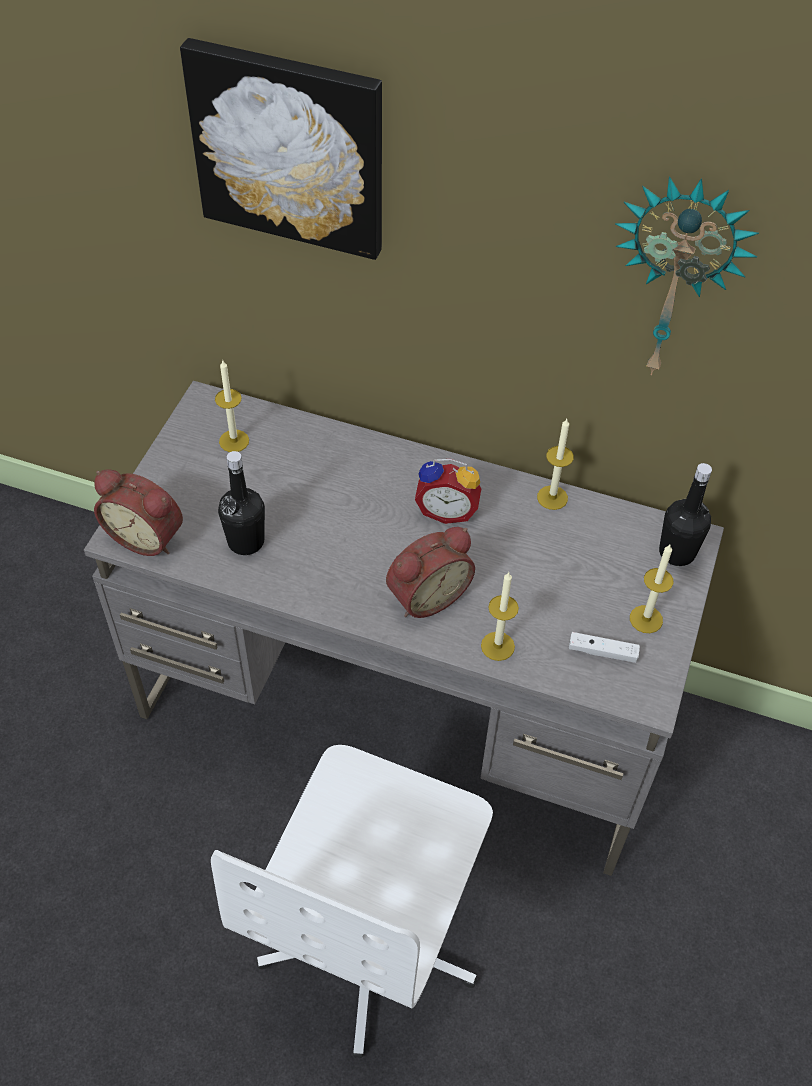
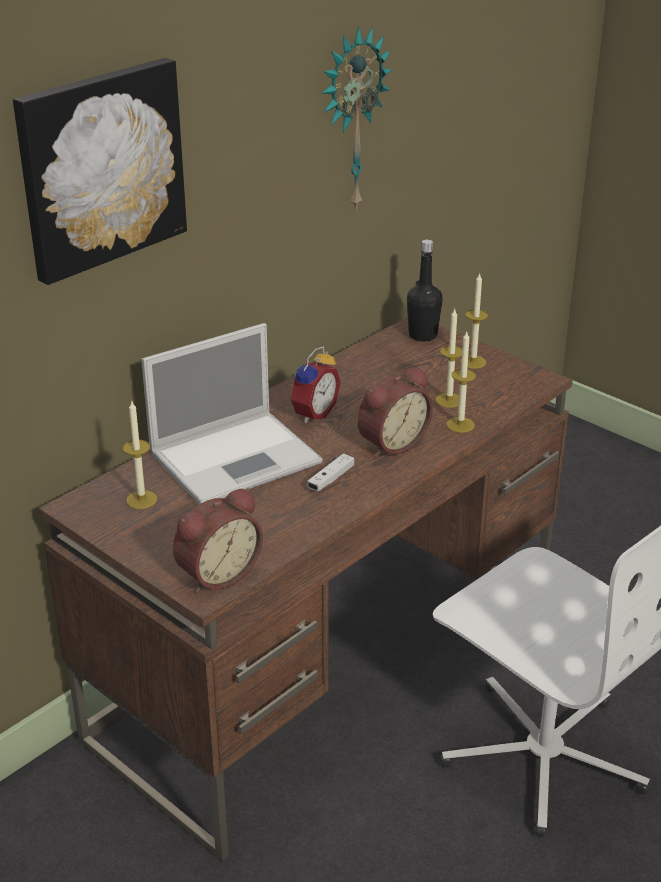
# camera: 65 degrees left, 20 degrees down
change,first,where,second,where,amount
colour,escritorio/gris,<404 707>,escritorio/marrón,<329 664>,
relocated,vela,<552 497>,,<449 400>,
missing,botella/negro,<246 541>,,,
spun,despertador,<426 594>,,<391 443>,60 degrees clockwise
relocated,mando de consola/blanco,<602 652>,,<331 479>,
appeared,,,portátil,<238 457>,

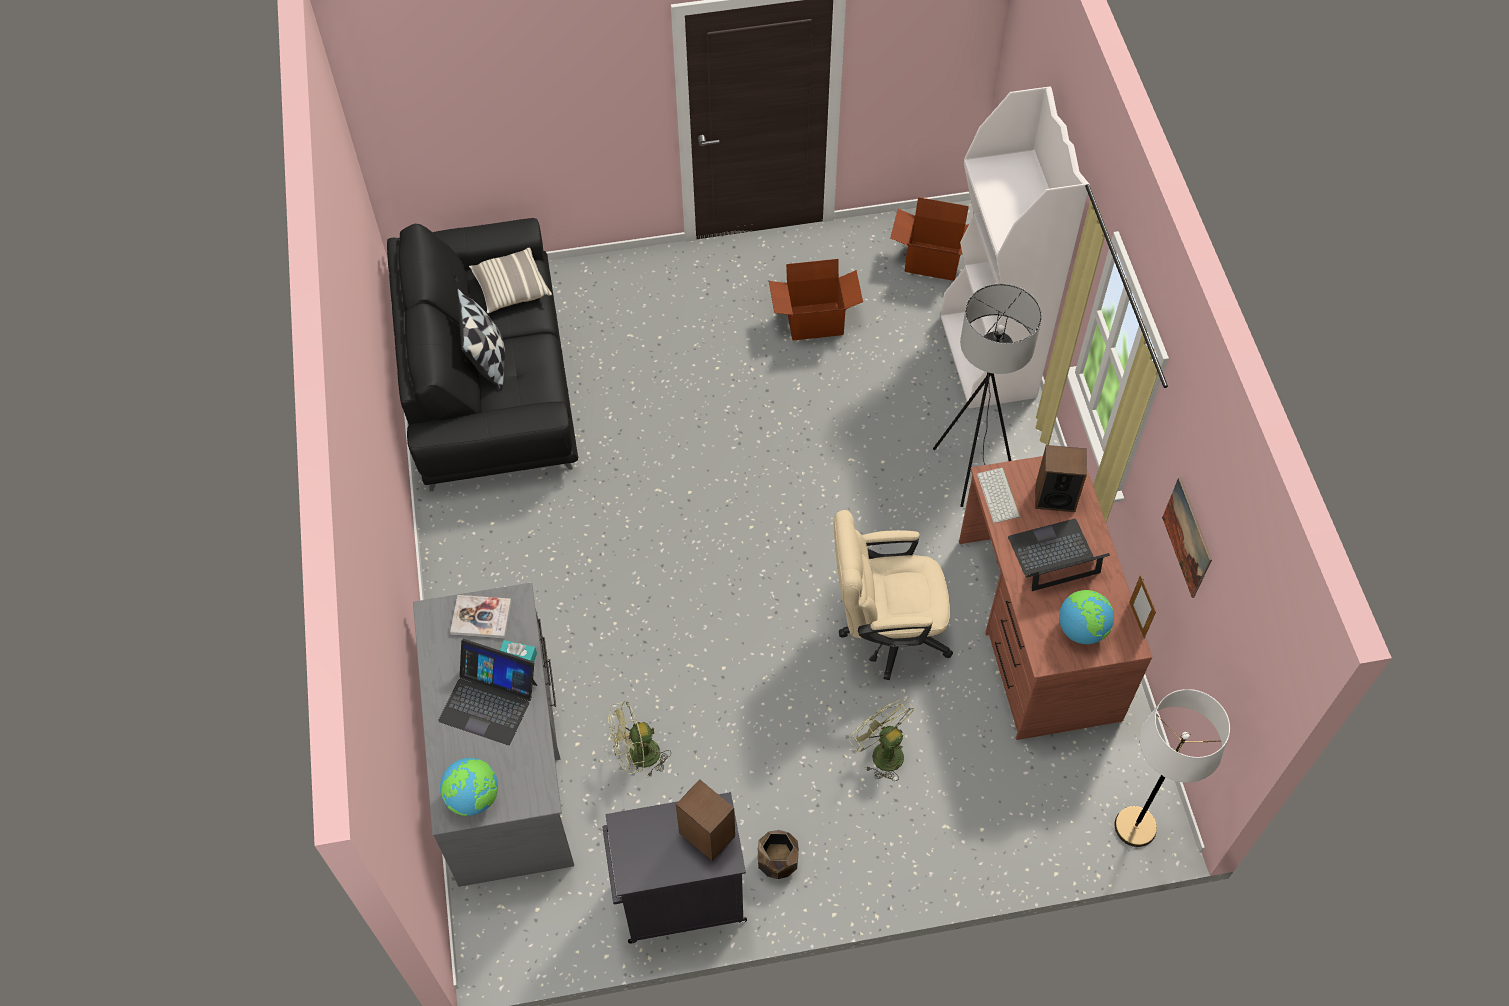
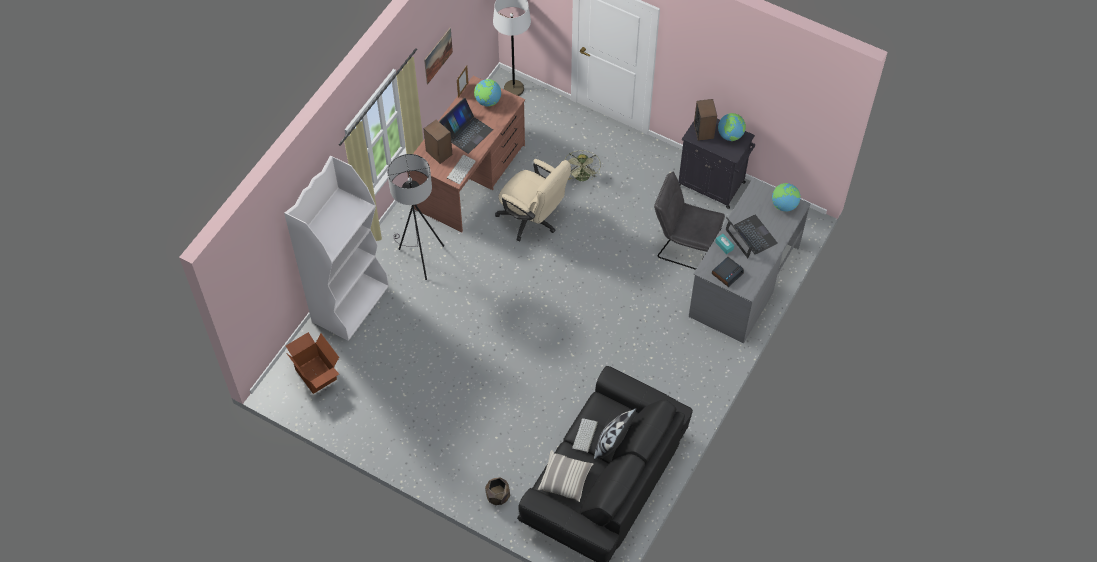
# camera: 140 degrees left, 0 degrees up
change,first,where,second,where,amount
missing,caja de cartón,<814 322>,,,
spun,portátil,<1054 556>,,<466 132>,75 degrees counterclockwise
exchanged,libro,<481 617>,despertador,<727 273>,
exchanged,ventilador/verde,<637 757>,silla/gris,<684 245>,
relocated,maceta/marrón,<778 861>,,<497 496>,
appeared,,,globo terráqueo,<730 135>,
appeared,,,teclado,<585 436>,

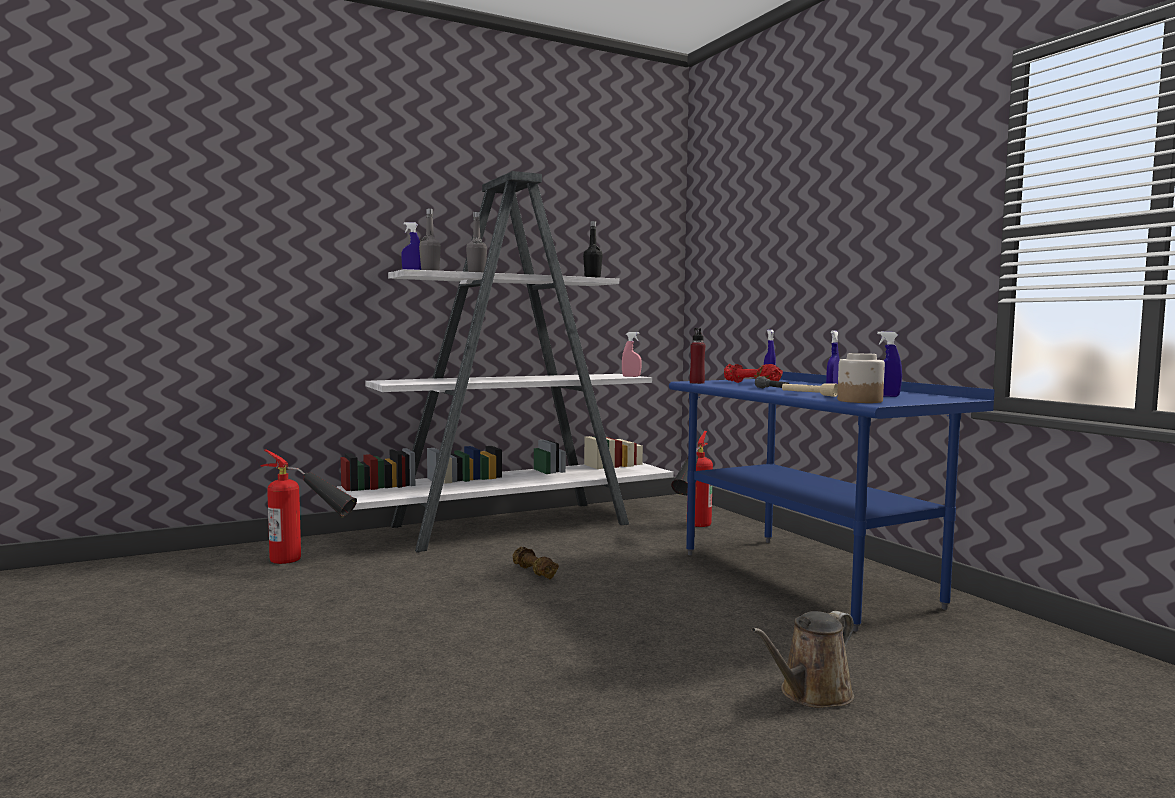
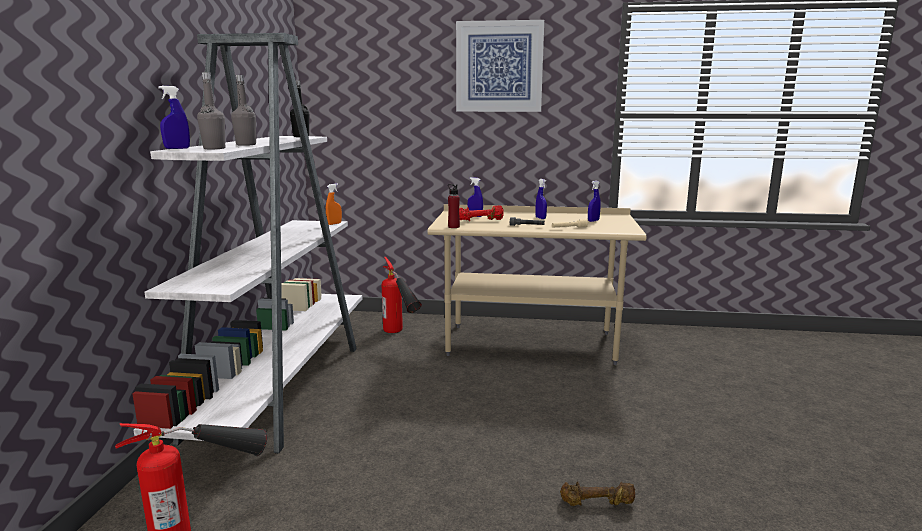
# camera: 55 degrees left, 10 degrees up
change,first,where,second,where,amount
colour,pulverizador/rosa,<631 376>,pulverizador/naranja,<334 223>,
missing,tarro,<859 401>,,,
colour,escritorio/azul,<805 578>,escritorio/beis,<530 344>,
relocated,mancuerna/marrón,<534 572>,,<597 504>,
missing,regadera/marrón,<811 694>,,,
appeared,,,cuadro,<499 67>,

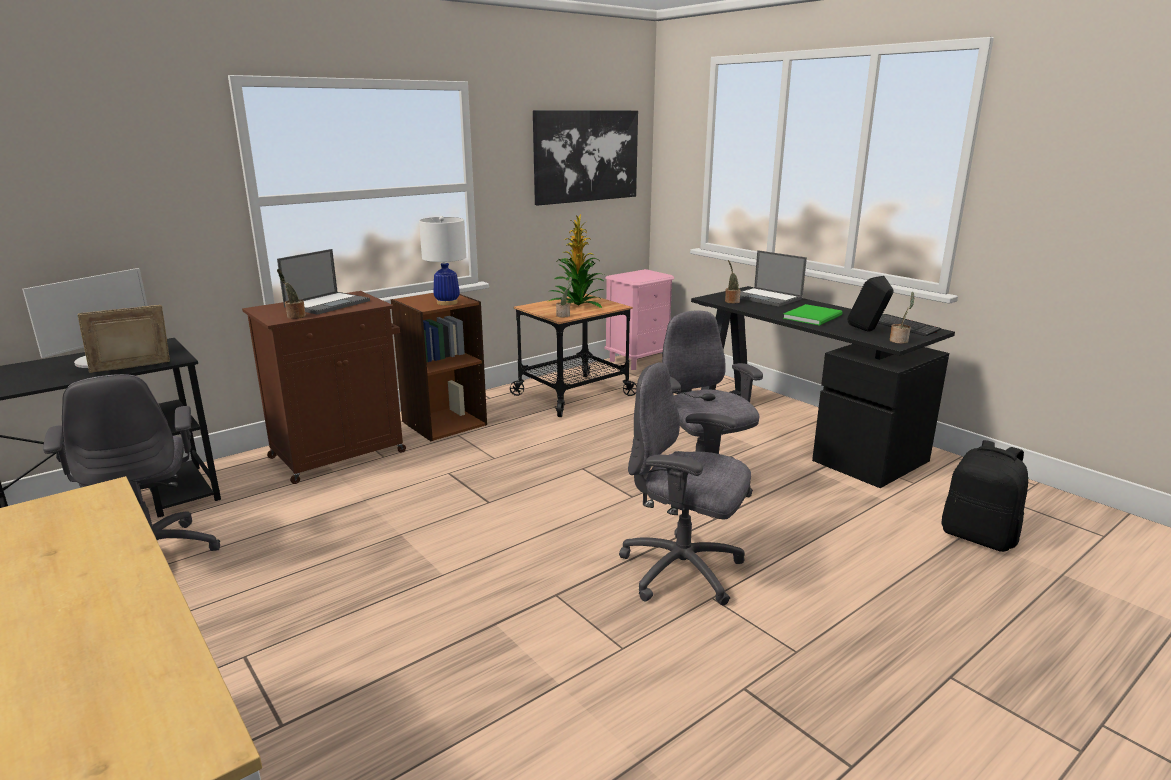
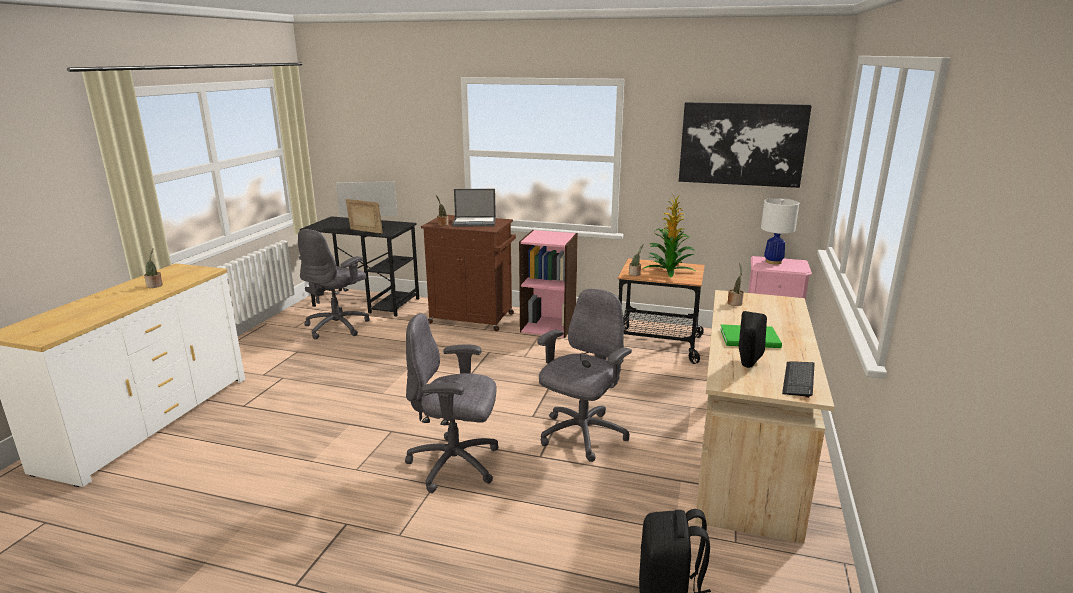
# camera: 55 degrees right, 0 degrees up
change,first,where,second,where,amount
relocated,lámpara de mesa/blanco,<447 302>,,<773 262>,
missing,portátil,<767 298>,,,
colour,escritorio/negro,<799 433>,escritorio/beis,<748 454>,
relocated,planta en maceta,<899 341>,,<155 286>,
colour,estantería/marrón,<444 423>,estantería/rosa,<548 326>,
spun,silla de oficina/gris,<683 571>,,<455 464>,75 degrees counterclockwise

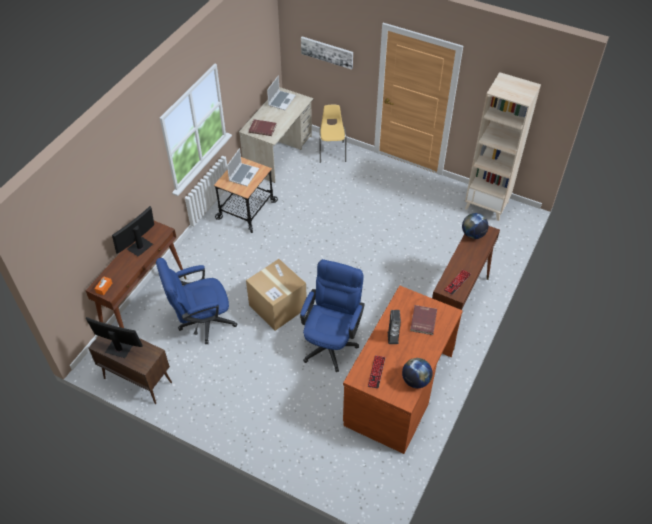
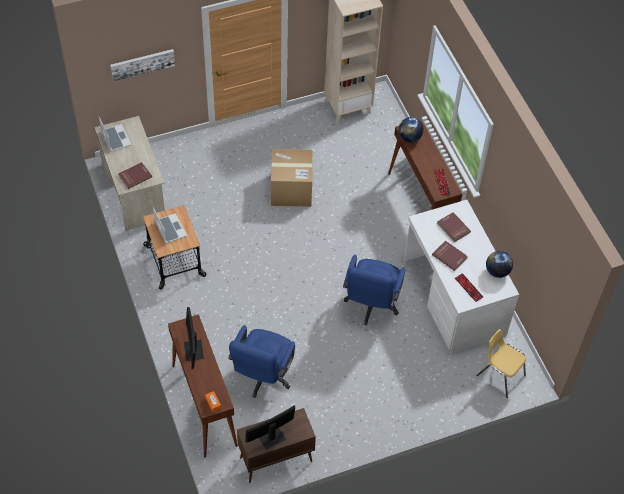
# camera: 50 degrees left, 5 degrees up
change,first,where,second,where,amount
relocated,silla/amarillo,<332 152>,,<500 375>,
relocated,caja de cartón,<278 307>,,<291 190>,
spun,silla de oficina/azul,<331 341>,,<371 305>,135 degrees counterclockwise
colour,escritorio/marrón,<398 389>,escritorio/blanco,<453 297>,
exchanged,altavoz,<393 337>,libro/rojo,<450 256>,

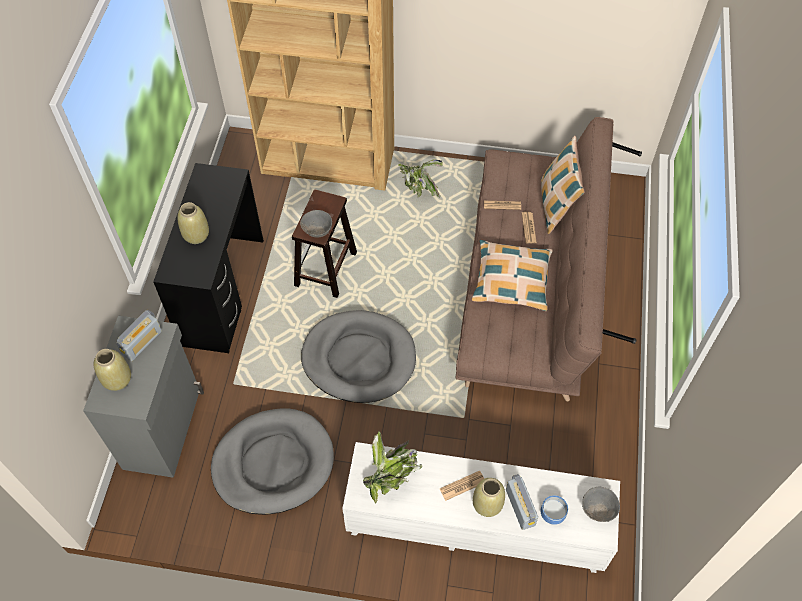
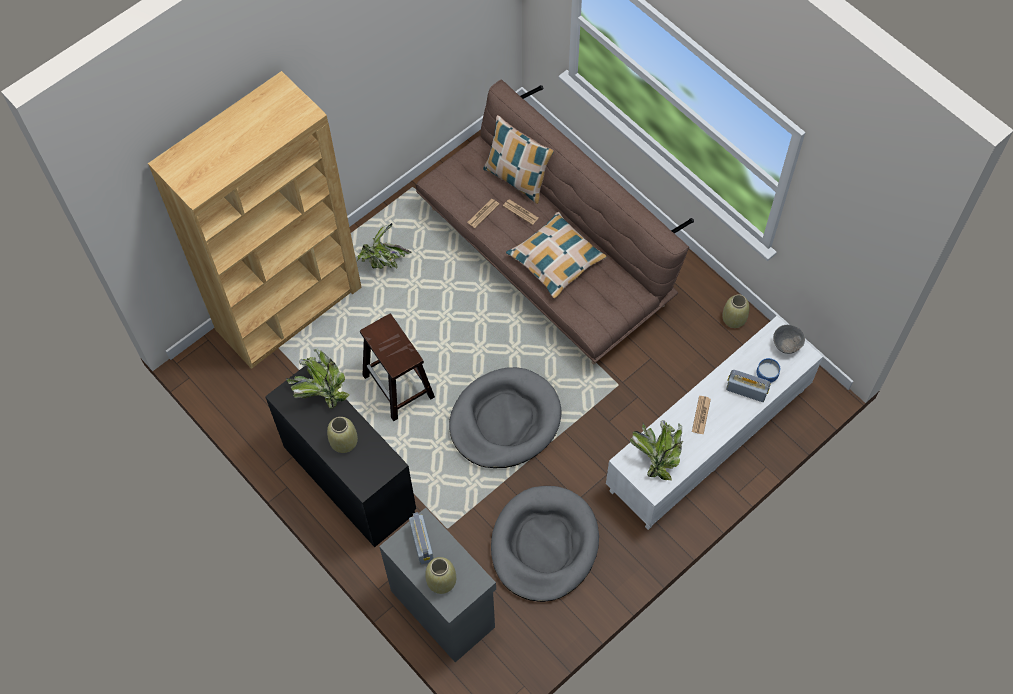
# camera: 50 degrees left, 5 degrees up
change,first,where,second,where,amount
missing,cuenco/gris,<317 231>,,,
relocated,florero/beis,<486 504>,,<733 319>,
appeared,,,planta en maceta,<320 391>,

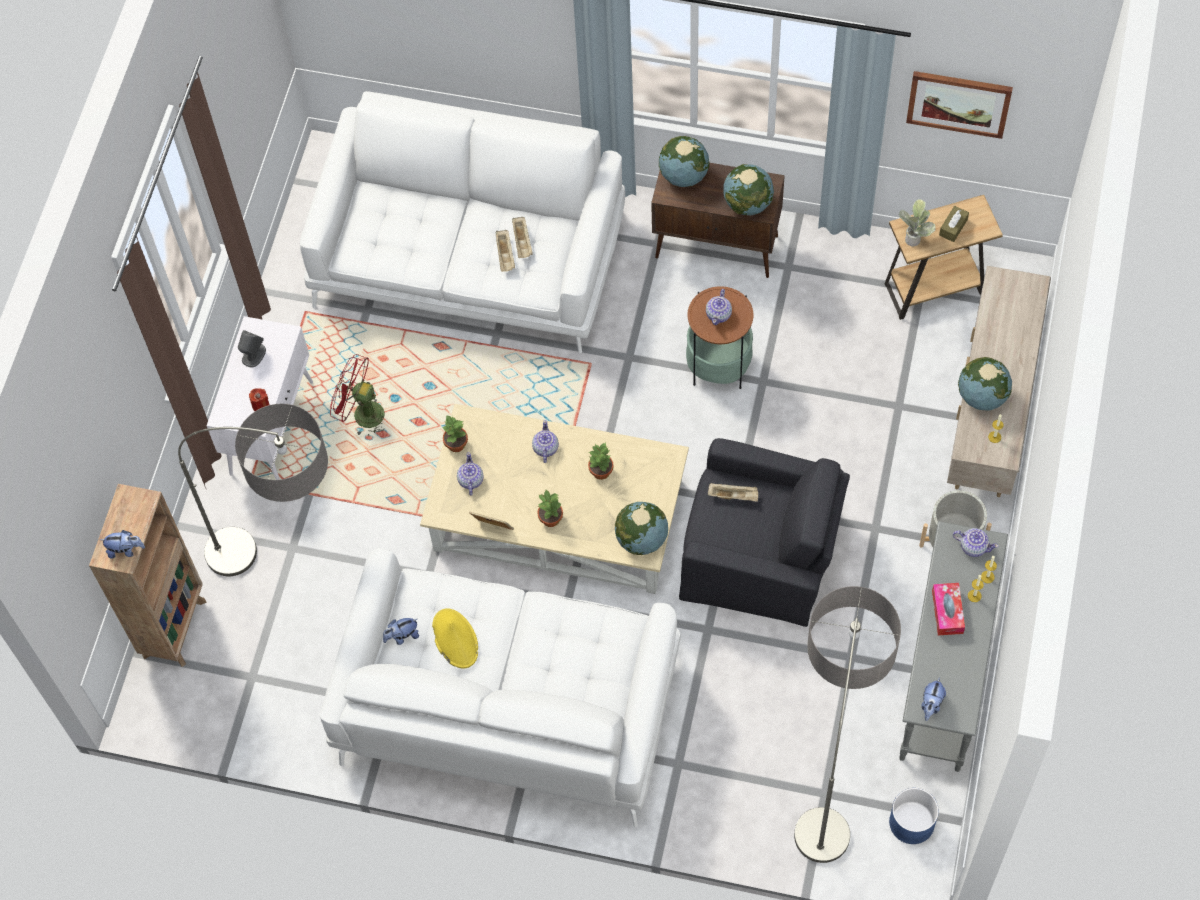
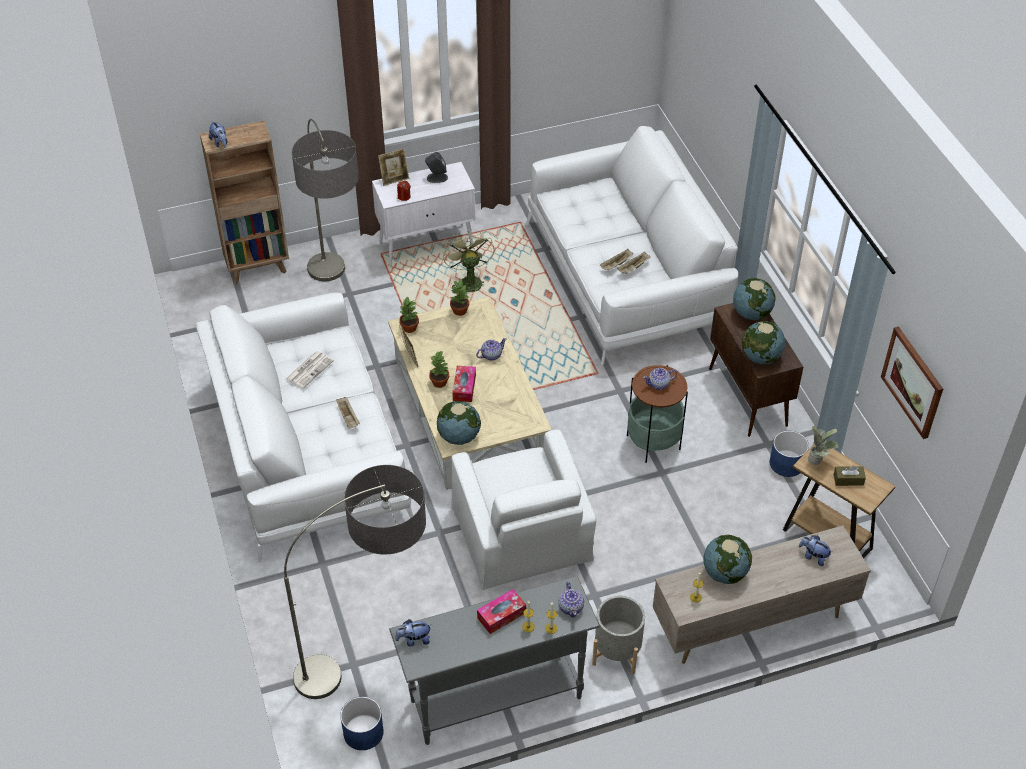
# camera: 55 degrees right, 15 degrees down
change,first,where,second,where,amount
colour,ventilador/rojo,<361 414>,ventilador/verde,<468 281>,
colour,sillón/negro,<760 553>,sillón/blanco,<522 535>,
relocated,planta en maceta,<601 472>,,<409 328>,
missing,tetera,<470 480>,,,
relocated,bandeja/beis,<734 496>,,<348 418>,
exchanged,sombrero/amarillo,<455 639>,periódico,<309 369>,
relocated,peluche,<402 636>,,<813 556>,
appeared,,,portarretratos,<394 179>,
appeared,,,caja de pañuelos,<464 387>,
appeared,,,maceta/azul,<787 463>,

